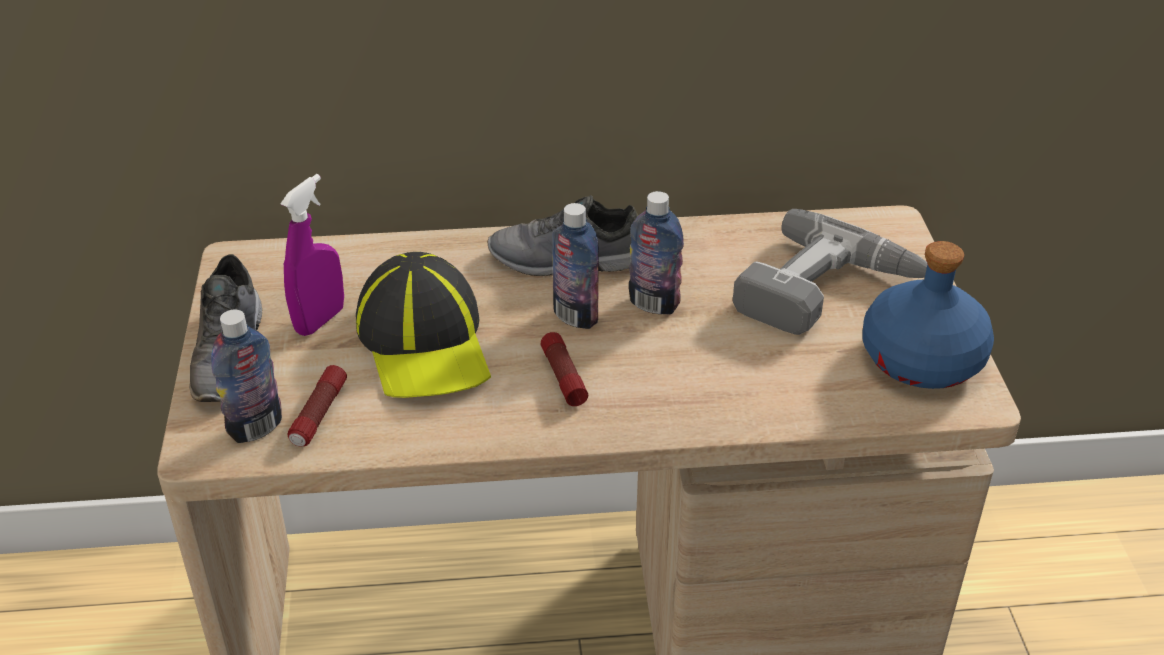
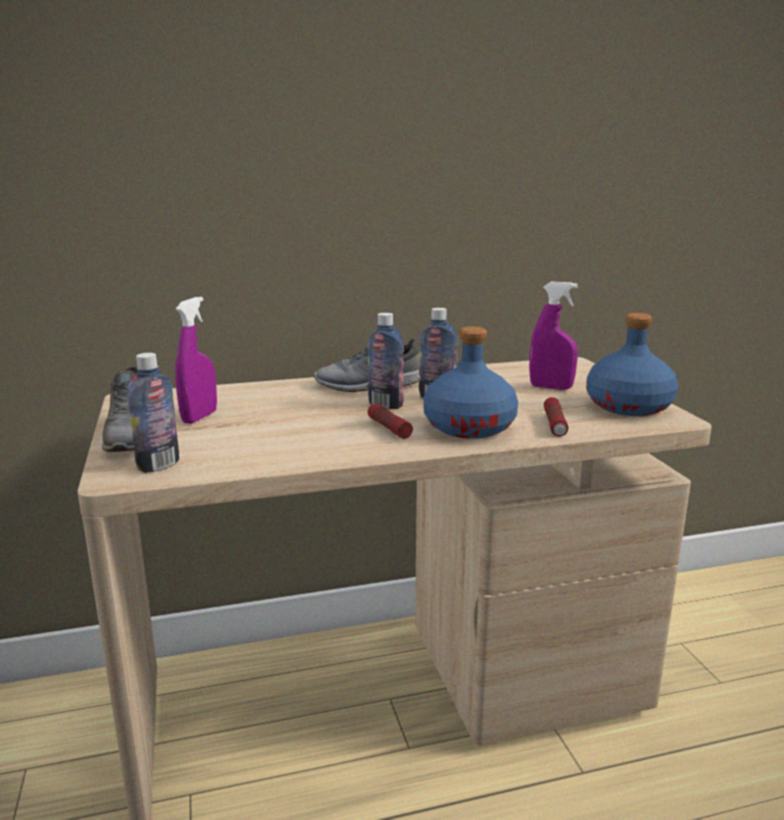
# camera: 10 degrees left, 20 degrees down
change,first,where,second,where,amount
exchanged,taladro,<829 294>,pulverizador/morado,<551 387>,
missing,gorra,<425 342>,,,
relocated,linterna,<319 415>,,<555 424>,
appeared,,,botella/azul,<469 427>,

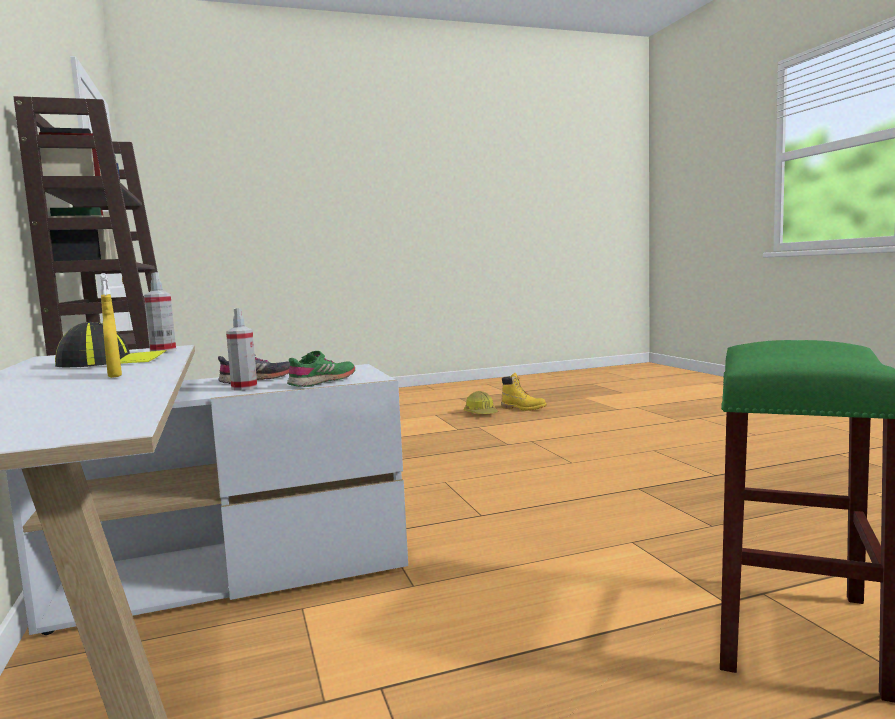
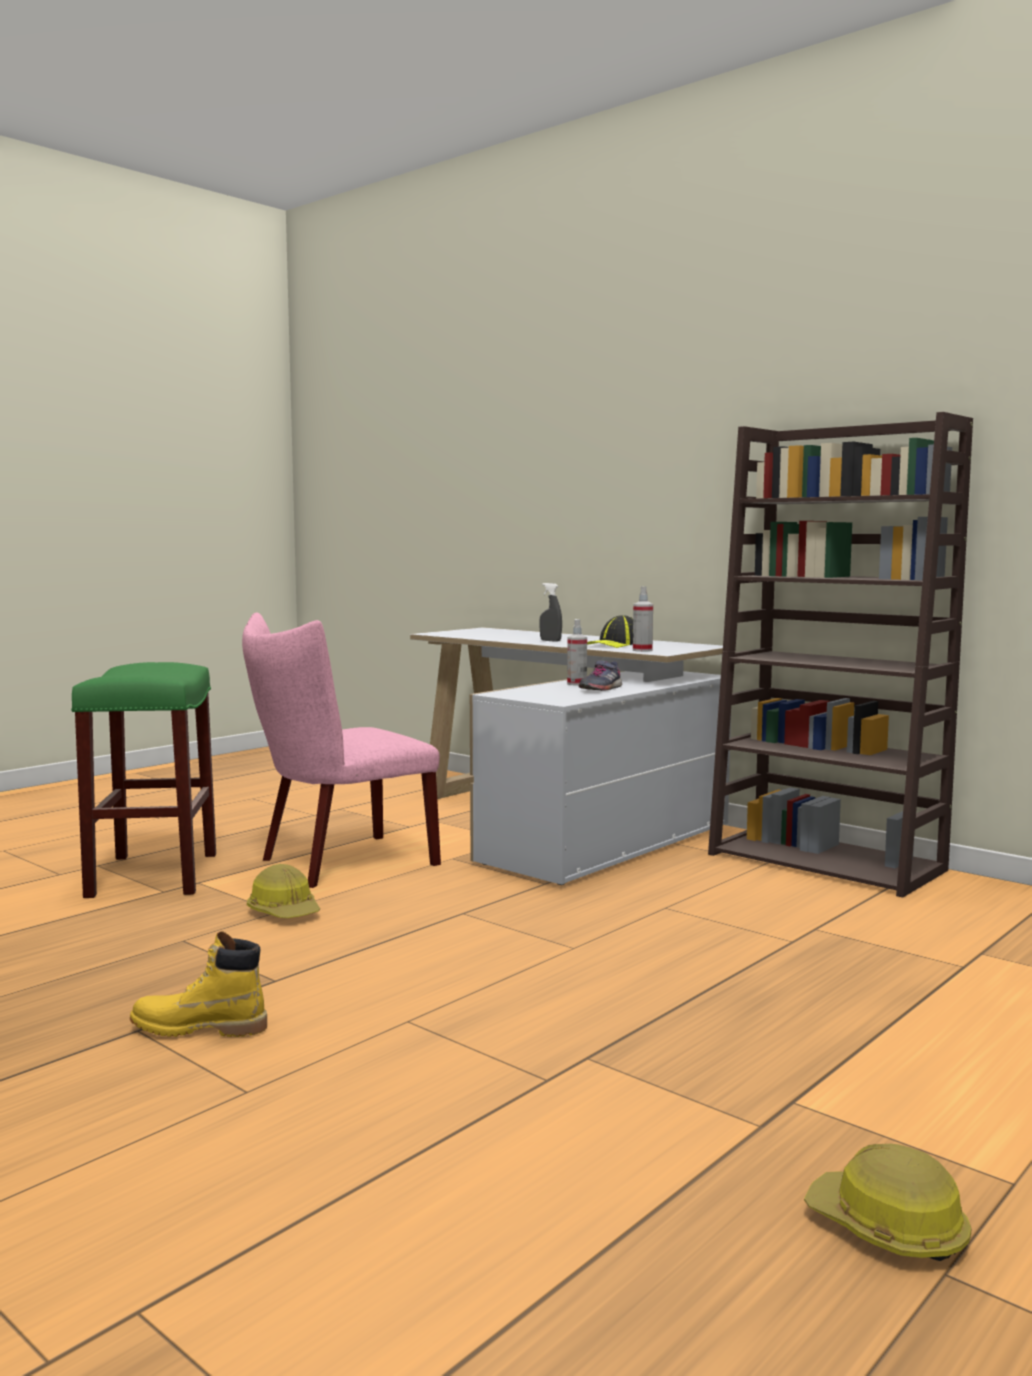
# camera: 150 degrees right, 0 degrees up
change,first,where,second,where,amount
colour,pulverizador/amarillo,<115 376>,pulverizador/gris,<550 641>,
missing,zapato/verde,<322 381>,,,
relocated,bota/amarillo,<523 408>,,<199 1029>,
appeared,,,silla/rosa,<338 863>,
appeared,,,casco,<284 912>,

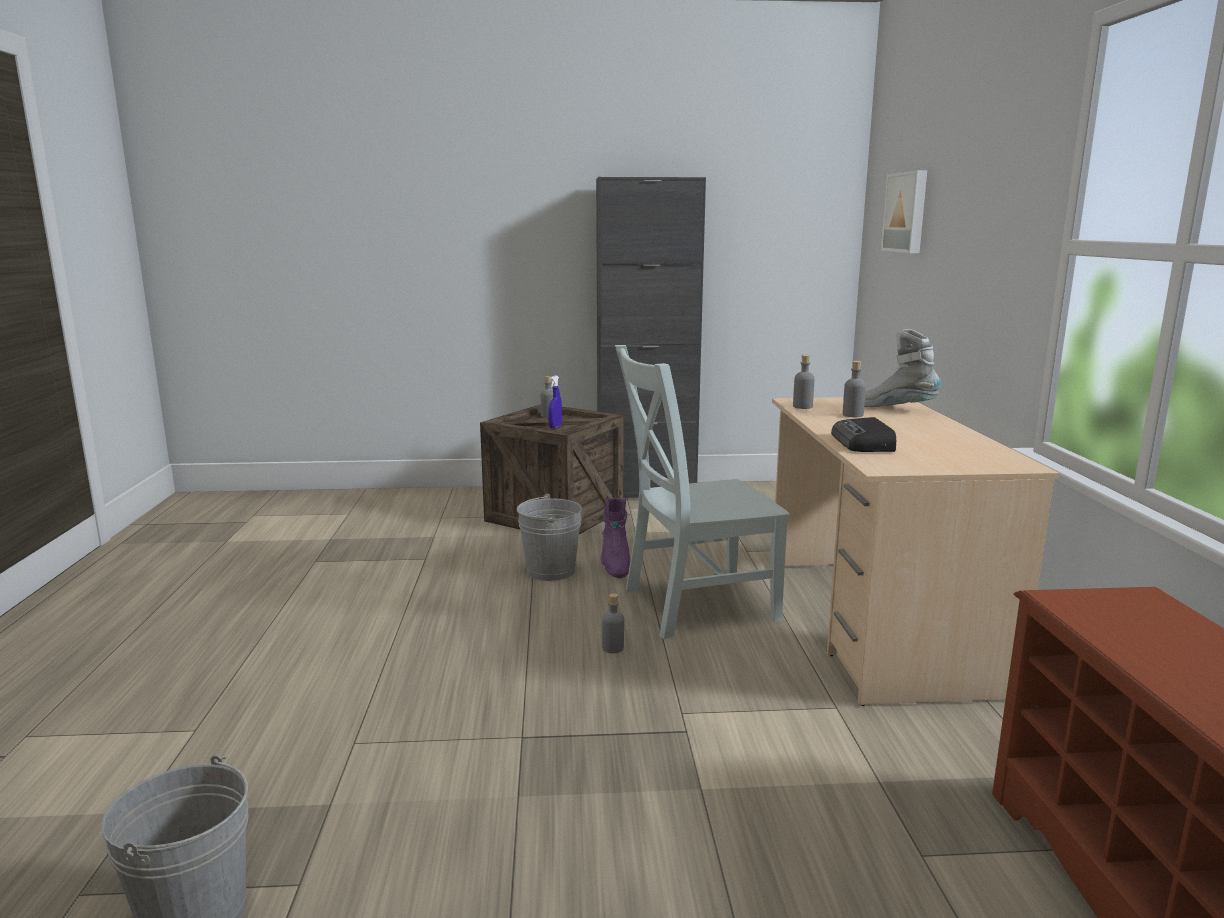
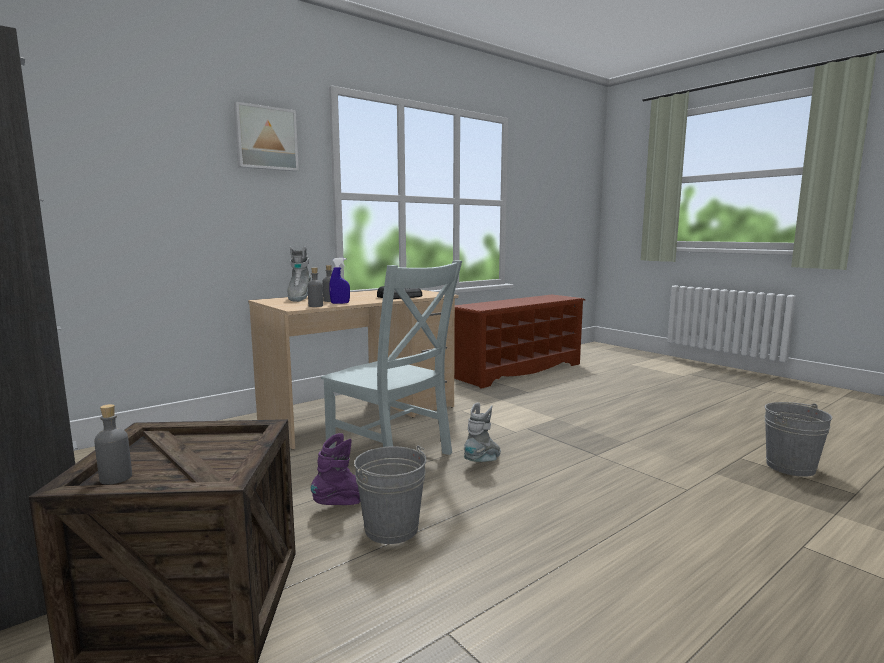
# camera: 125 degrees left, 5 degrees down
change,first,where,second,where,amount
relocated,cuadro,<907 212>,,<266 138>,
relocated,pulverizador/azul,<555 426>,,<340 303>,
exchanged,botella/gris,<613 648>,bota/gris,<484 462>,

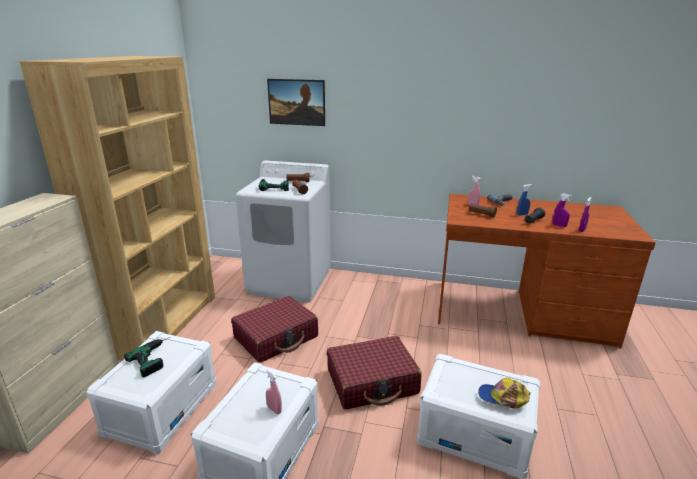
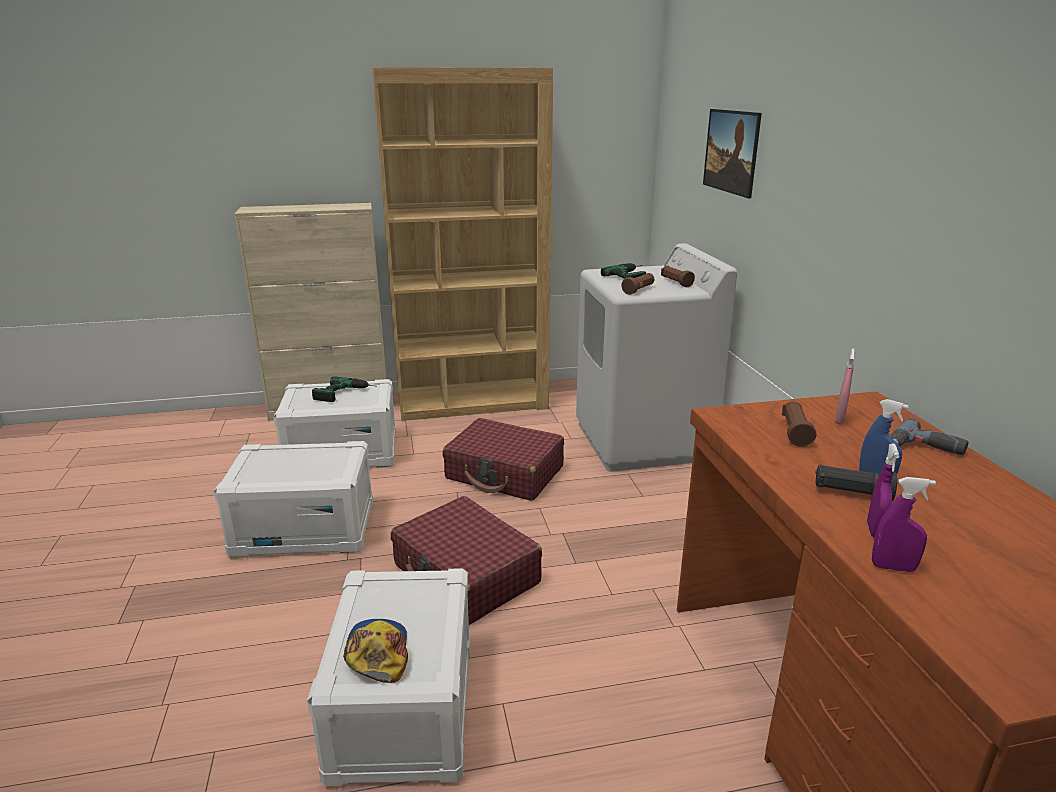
# camera: 65 degrees right, 0 degrees up
change,first,where,second,where,amount
missing,pulverizador/rosa,<274 409>,,,

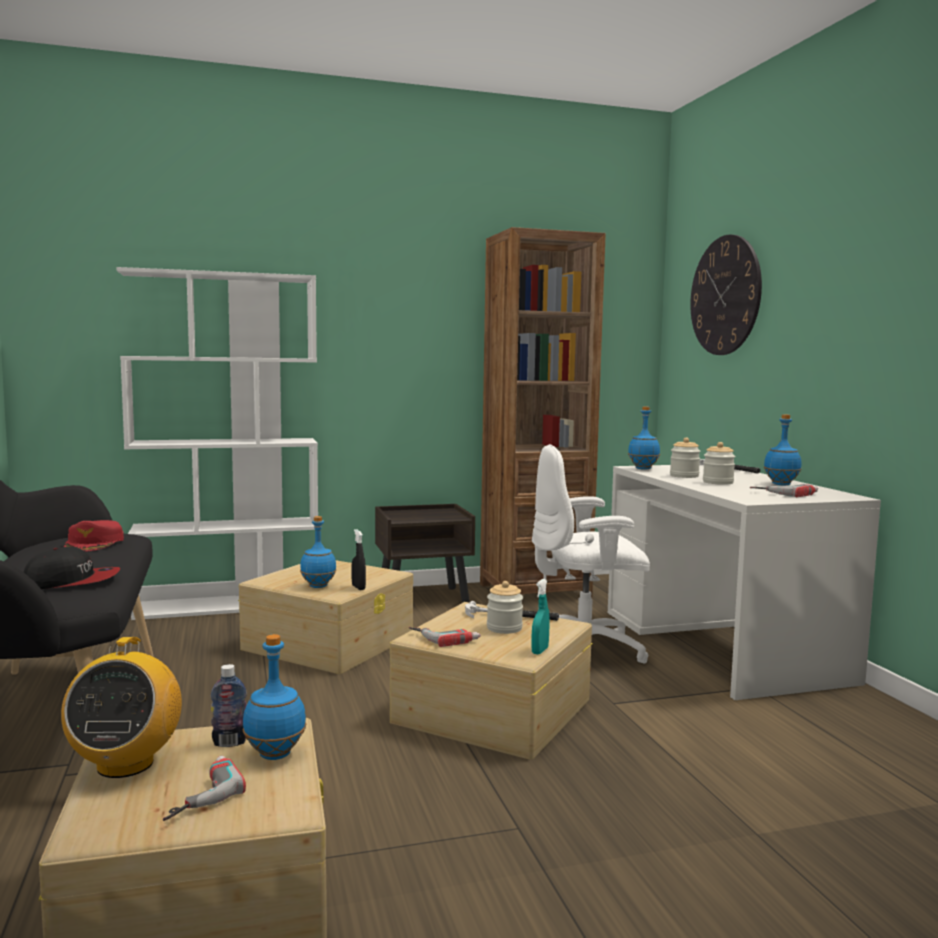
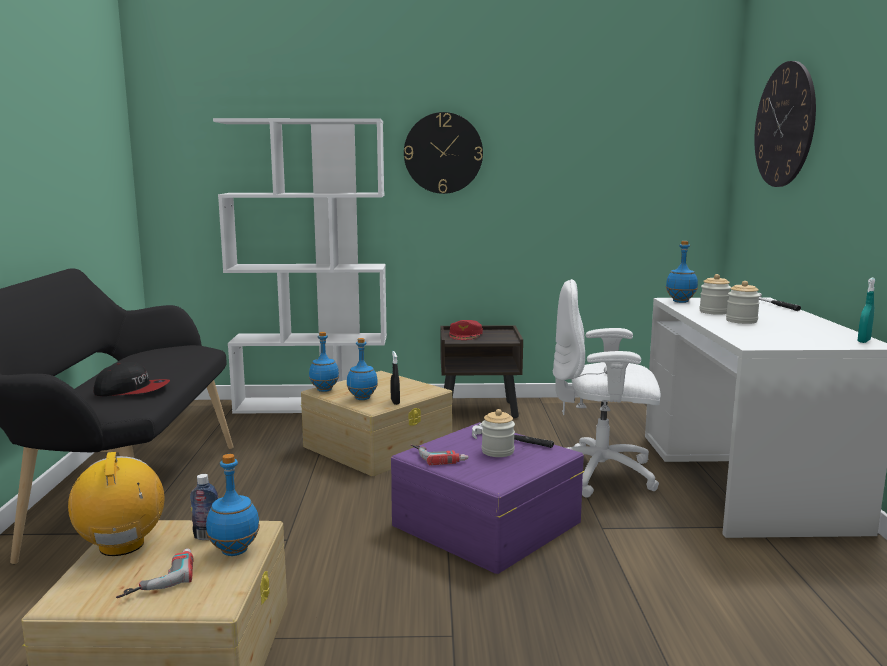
# camera: 15 degrees right, 5 degrees up
change,first,where,second,where,amount
missing,estantería/marrón,<534 591>,,,
relocated,botella/azul,<781 484>,,<324 390>,
missing,taladro,<784 493>,,,
relocated,gorra/rojo,<94 543>,,<465 335>,
relocated,pulverizador/turquesa,<540 651>,,<863 341>,
colour,caja de almacenaje/beis,<491 711>,caja de almacenaje/morado,<485 523>,
spun,radio,<125 764>,,<122 546>,150 degrees clockwise
appeared,,,reloj de pared,<443 153>,

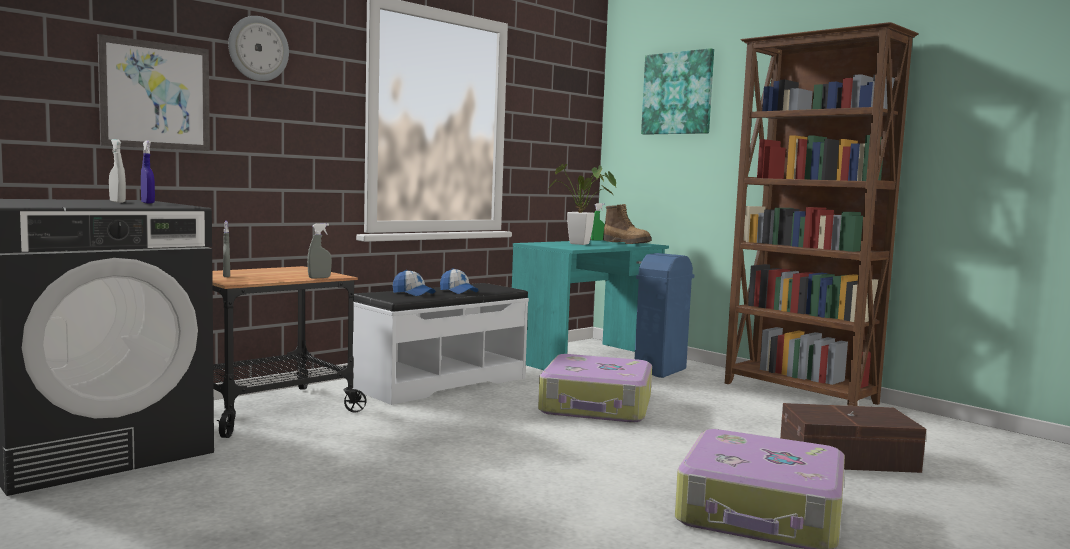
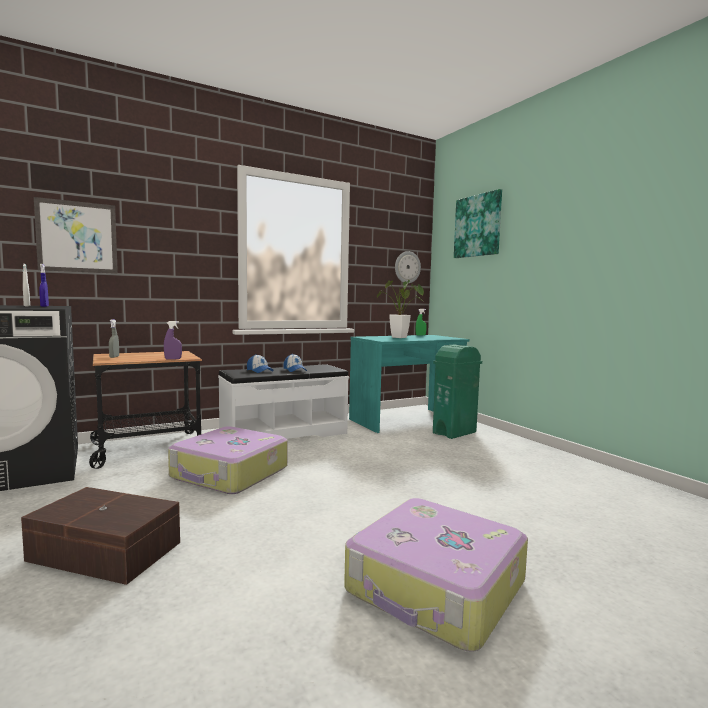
# camera: 15 degrees right, 0 degrees up
change,first,where,second,where,amount
relocated,reloj de pared,<258 48>,,<407 267>,
missing,estantería/marrón,<799 394>,,,
missing,bota,<627 243>,,,
colour,pulverizador/gris,<319 278>,pulverizador/morado,<173 359>,
colour,papelera/azul,<661 371>,papelera/verde,<455 433>,
relocated,maleta,<597 406>,,<230 473>,
relocated,caja de almacenaje/marrón,<849 458>,,<104 553>,

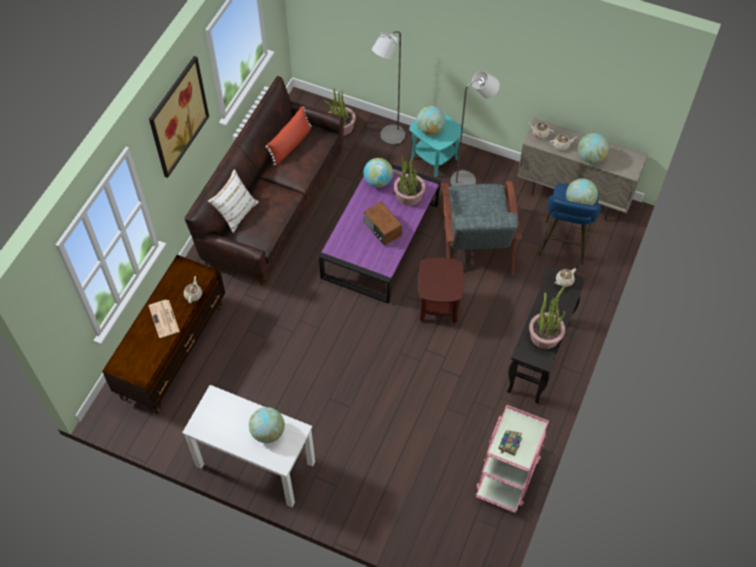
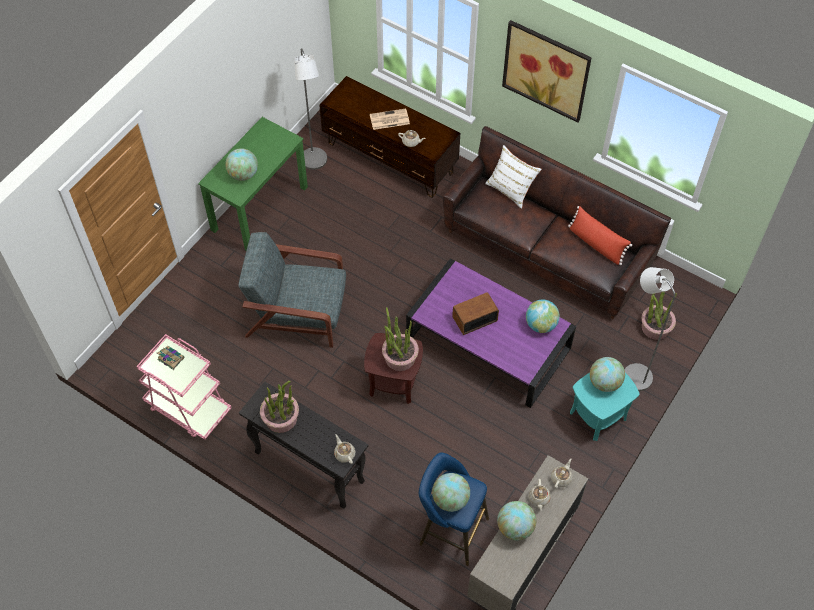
# camera: 100 degrees right, 0 degrees up
change,first,where,second,where,amount
relocated,lámpara de pie/gris,<468 180>,,<315 163>,
relocated,planta en maceta,<409 195>,,<399 357>,
relocated,sillón/gris,<476 240>,,<298 312>,
colour,escritorio/blanco,<255 464>,escritorio/verde,<260 208>,

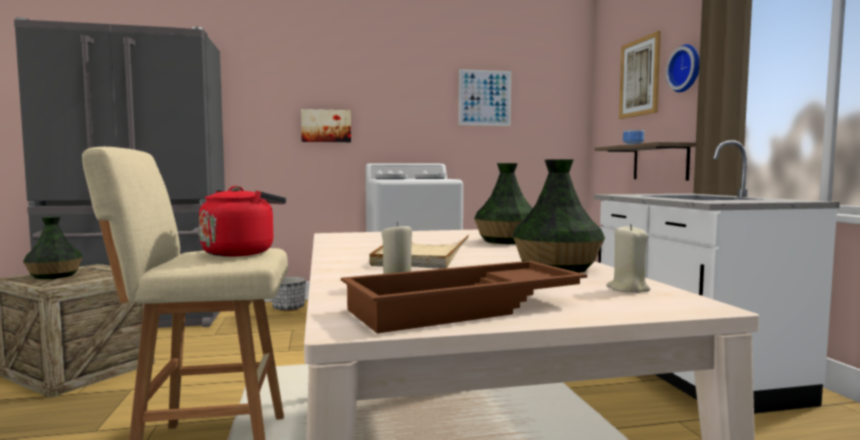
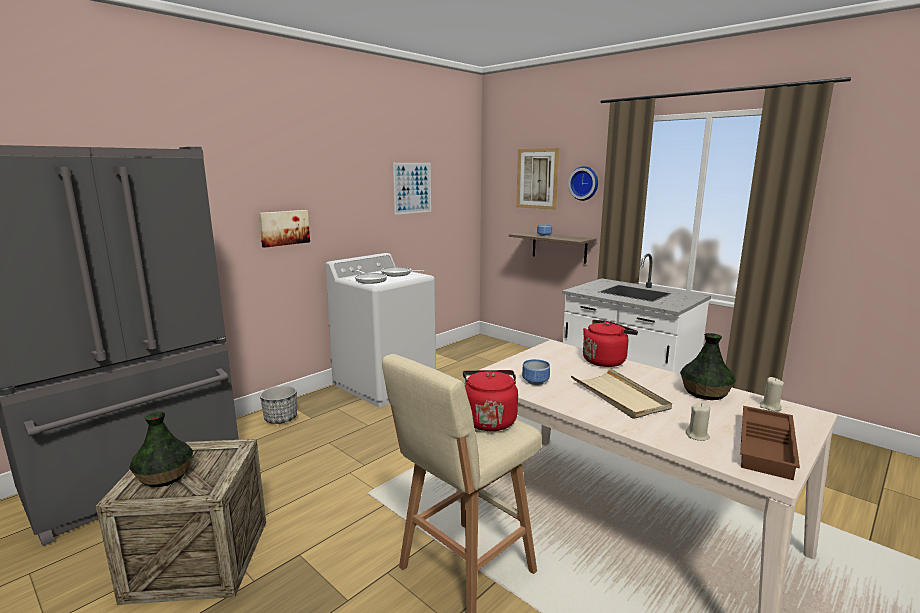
# camera: 35 degrees left, 10 degrees up
change,first,where,second,where,amount
exchanged,florero,<506 241>,hervidor/rojo,<605 361>,
appeared,,,cuenco,<535 382>,

